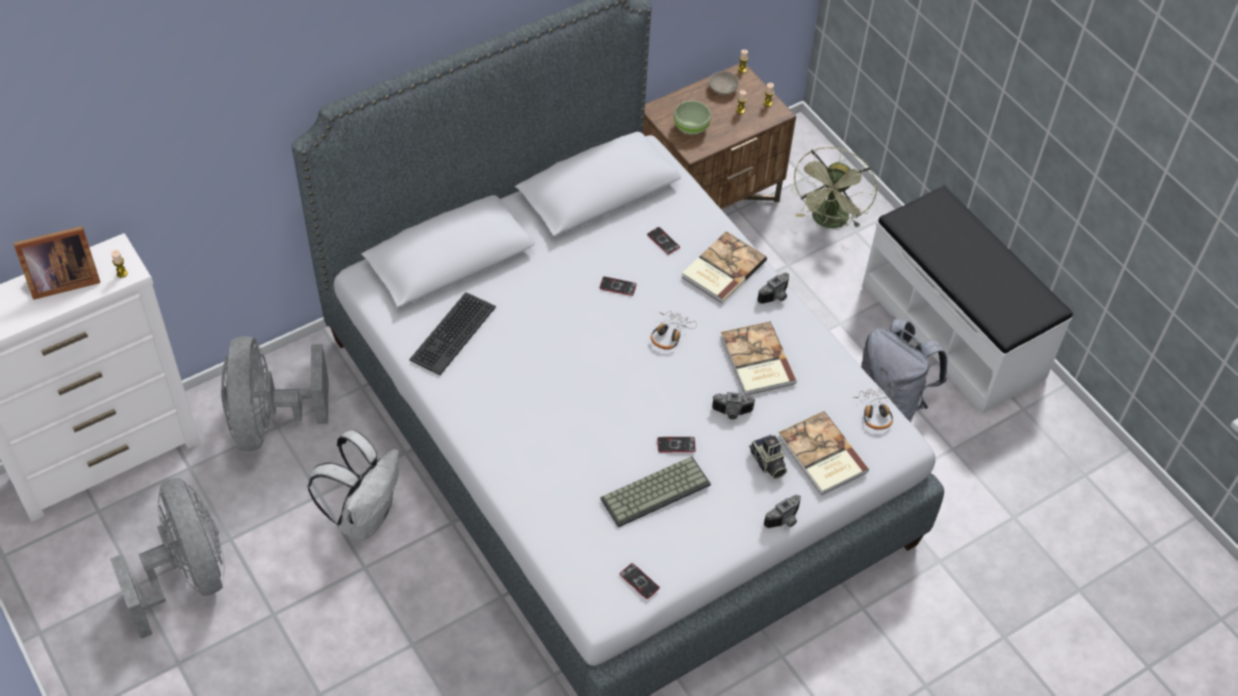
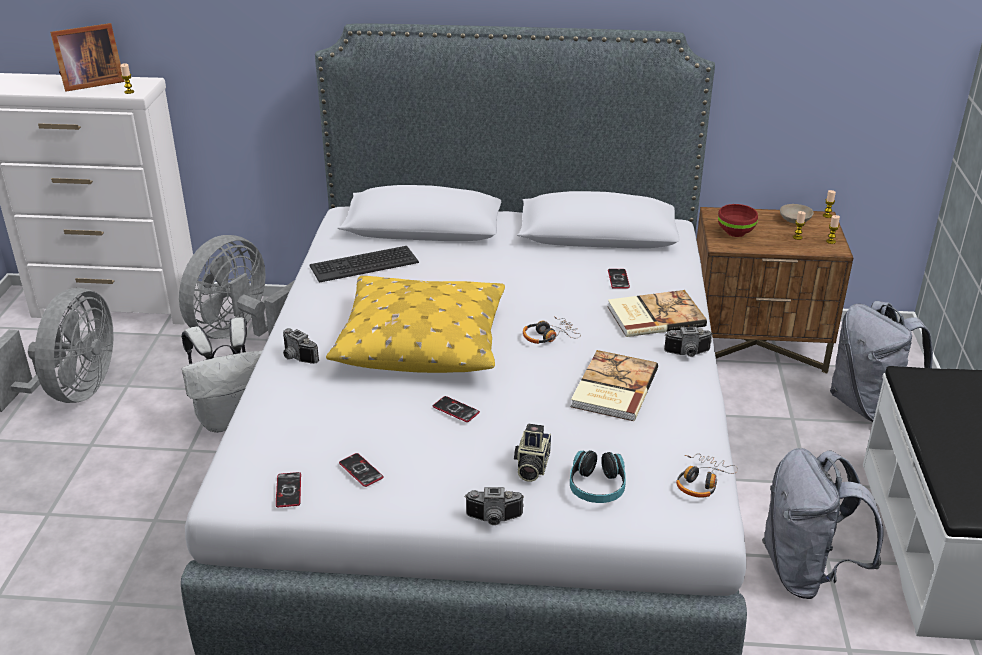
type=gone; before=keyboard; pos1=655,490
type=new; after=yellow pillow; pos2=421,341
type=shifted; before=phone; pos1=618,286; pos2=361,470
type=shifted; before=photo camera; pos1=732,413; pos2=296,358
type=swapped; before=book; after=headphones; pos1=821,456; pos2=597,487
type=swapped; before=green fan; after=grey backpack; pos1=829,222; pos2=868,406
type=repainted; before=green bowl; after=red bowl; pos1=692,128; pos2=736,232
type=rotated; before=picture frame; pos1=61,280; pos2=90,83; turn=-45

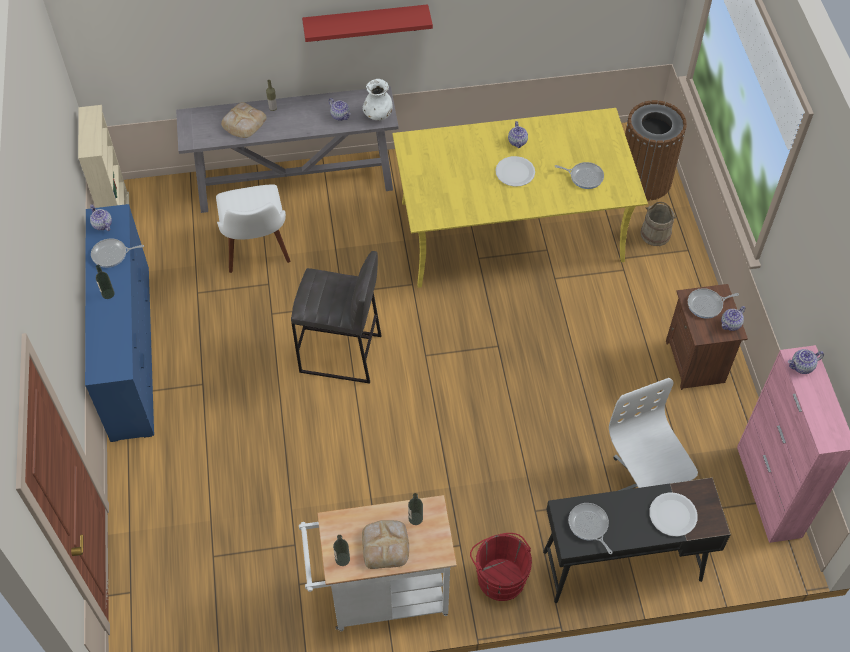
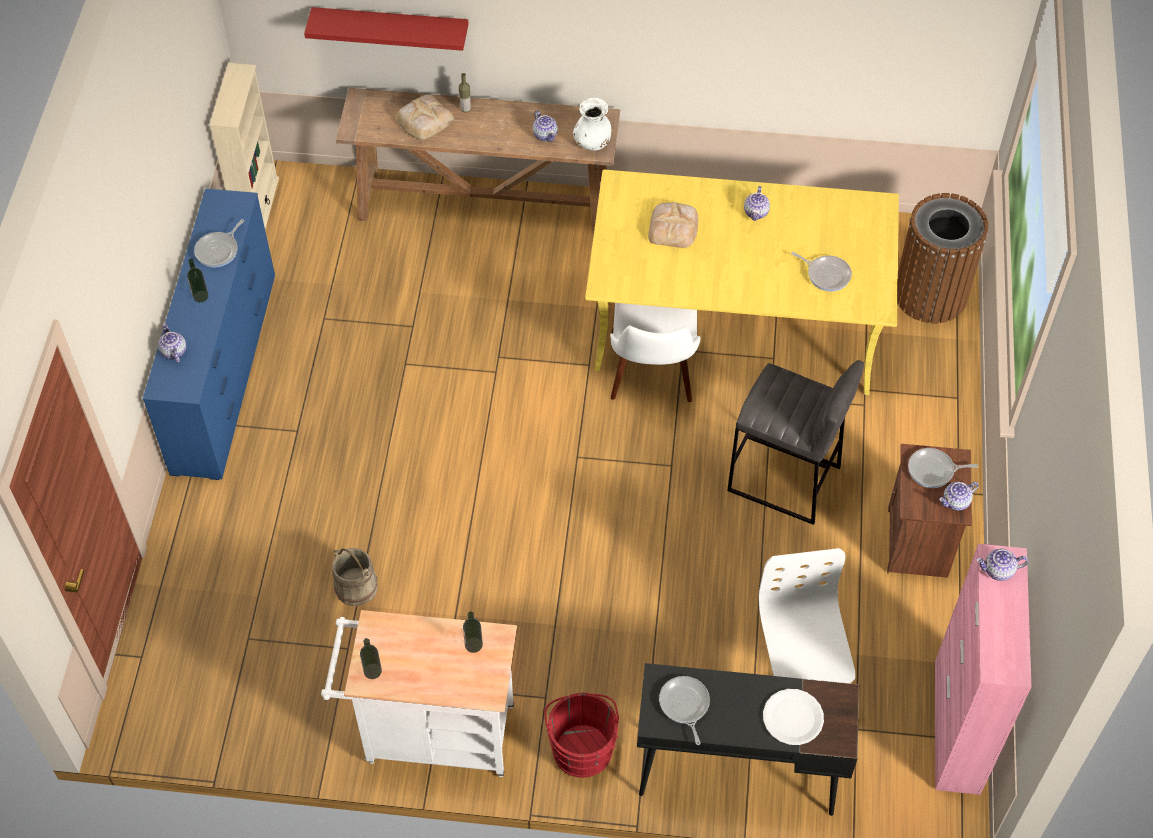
type=gone; before=white plate; pos1=515,172
type=shifted; before=teapot; pos1=102,224; pos2=173,351
type=shifted; before=white chair; pos1=257,252; pos2=652,379
type=shifted; before=grey stool; pos1=341,354; pos2=784,480
type=shifted; before=red shelf; pos1=366,23; pos2=391,27
type=shifted; before=bread; pos1=385,545; pos2=673,227
type=shifted; before=beige bucket; pos1=655,234; pos2=355,587
type=repainted; before=grey console table; after=brown console table; pos1=296,182; pos2=485,206
type=rotated; before=frying pan; pos1=112,255; pos2=219,250; turn=-60

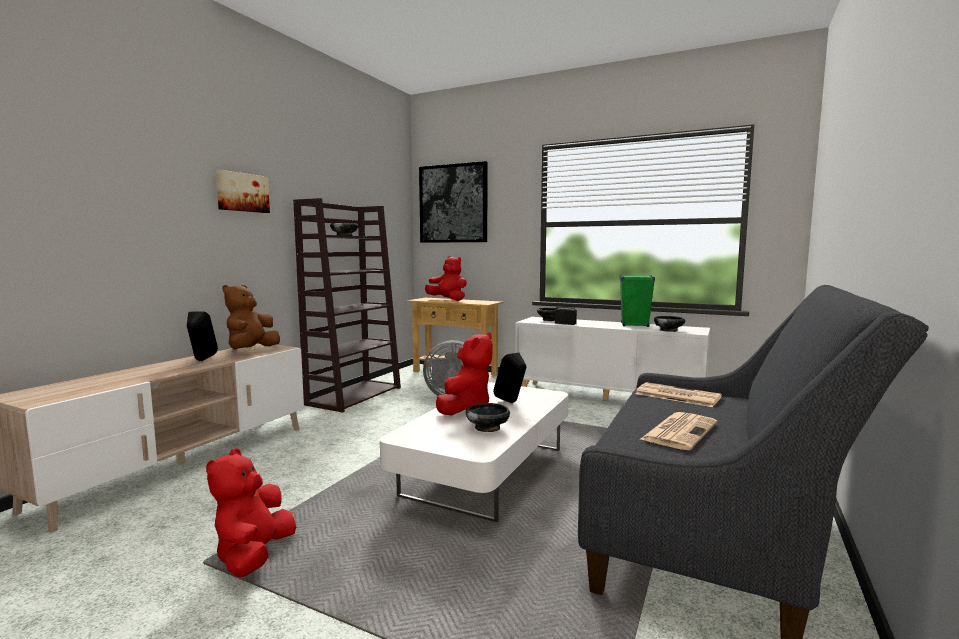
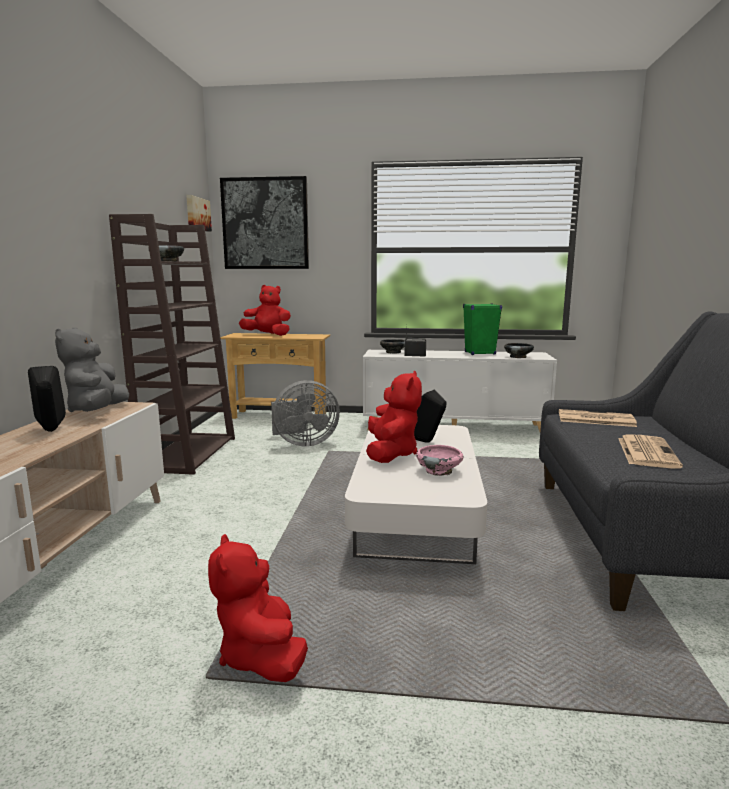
type=shifted; before=picture; pos1=242,192; pos2=197,214
type=repainted; before=brown plush toy; after=grey plush toy; pos1=251,350; pos2=97,411
type=repainted; before=black bowl; after=pink bowl; pos1=488,428; pos2=439,471

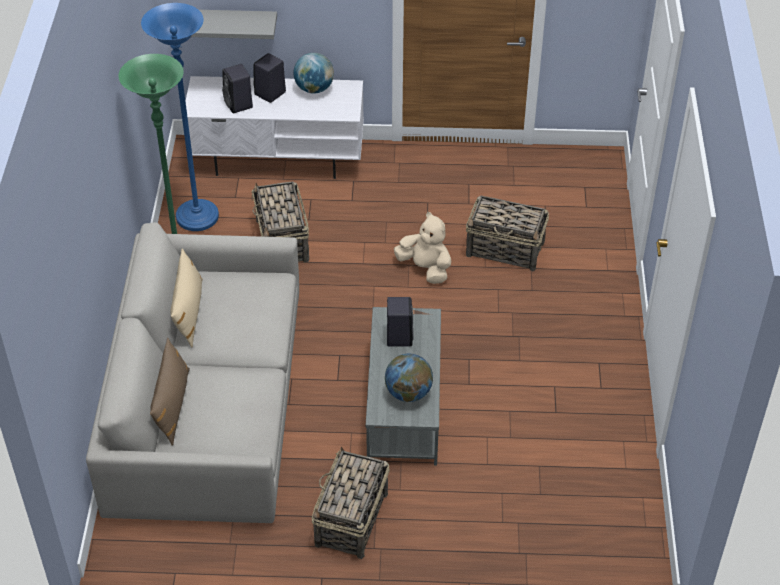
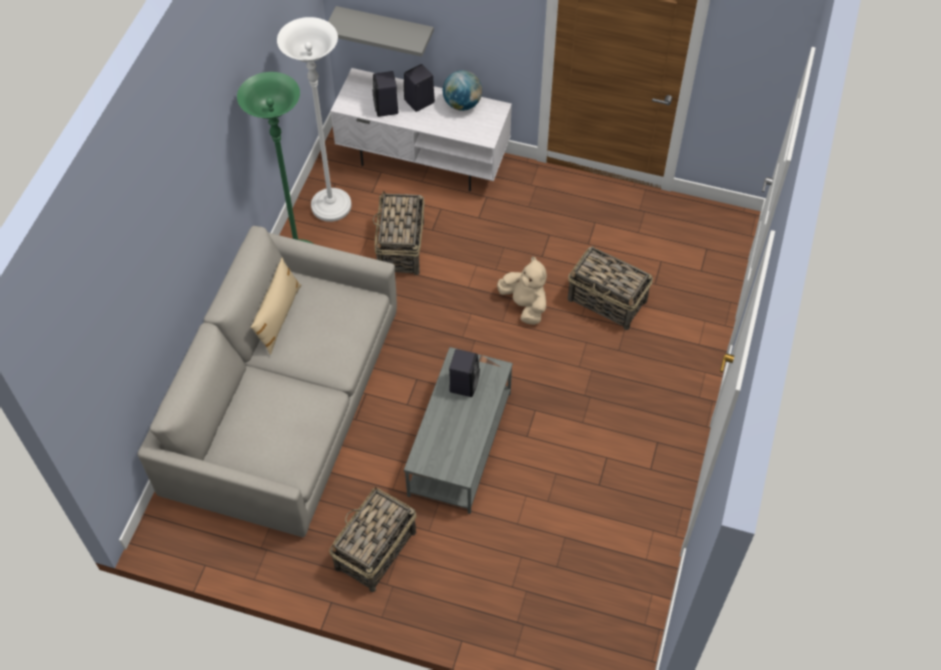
type=gone; before=brown pillow; pos1=172,405
type=gone; before=globe; pos1=408,393
type=repainted; before=blue floor lamp; after=white floor lamp; pos1=197,217; pos2=331,206

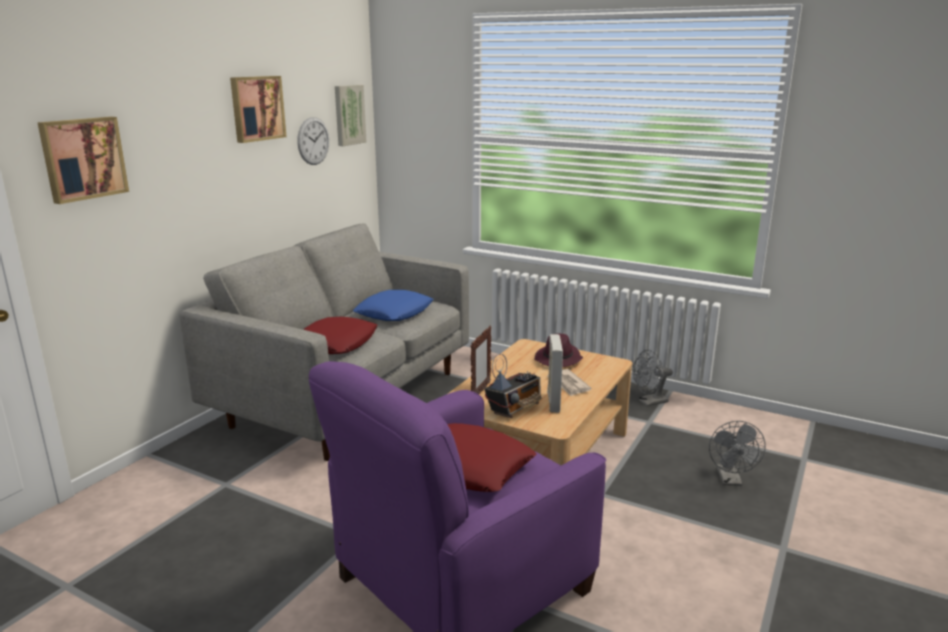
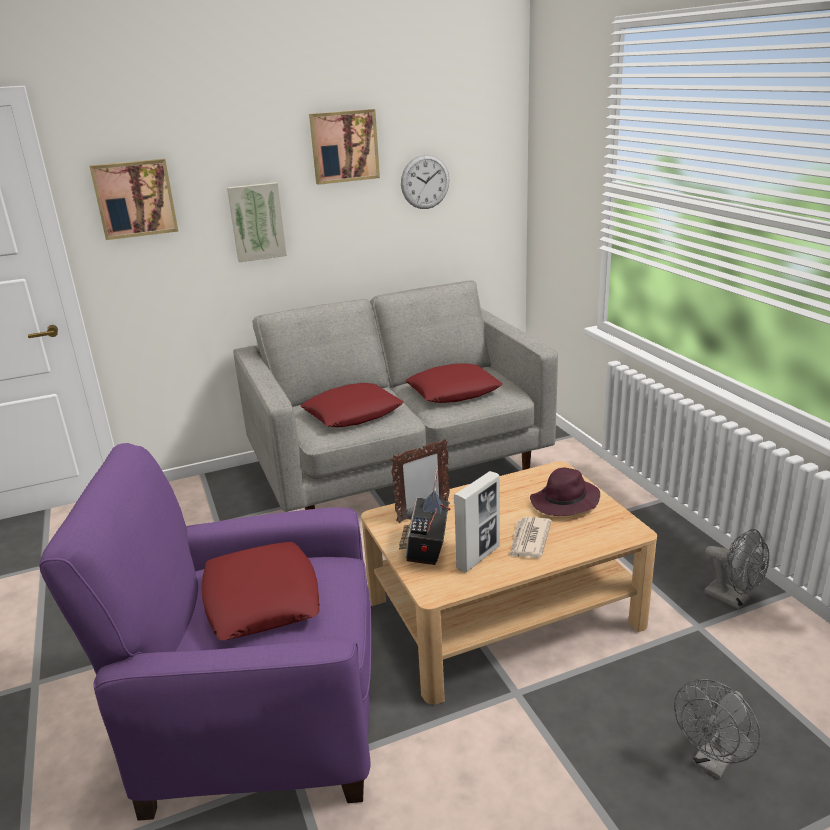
type=shifted; before=picture; pos1=348,115; pos2=256,221
type=repainted; before=blue pillow; after=red pillow; pos1=394,312; pos2=454,391
type=rotated; before=radio; pos1=514,409; pos2=427,548; turn=105
type=rotated; before=grey fan; pos1=649,402; pos2=733,599; turn=-150

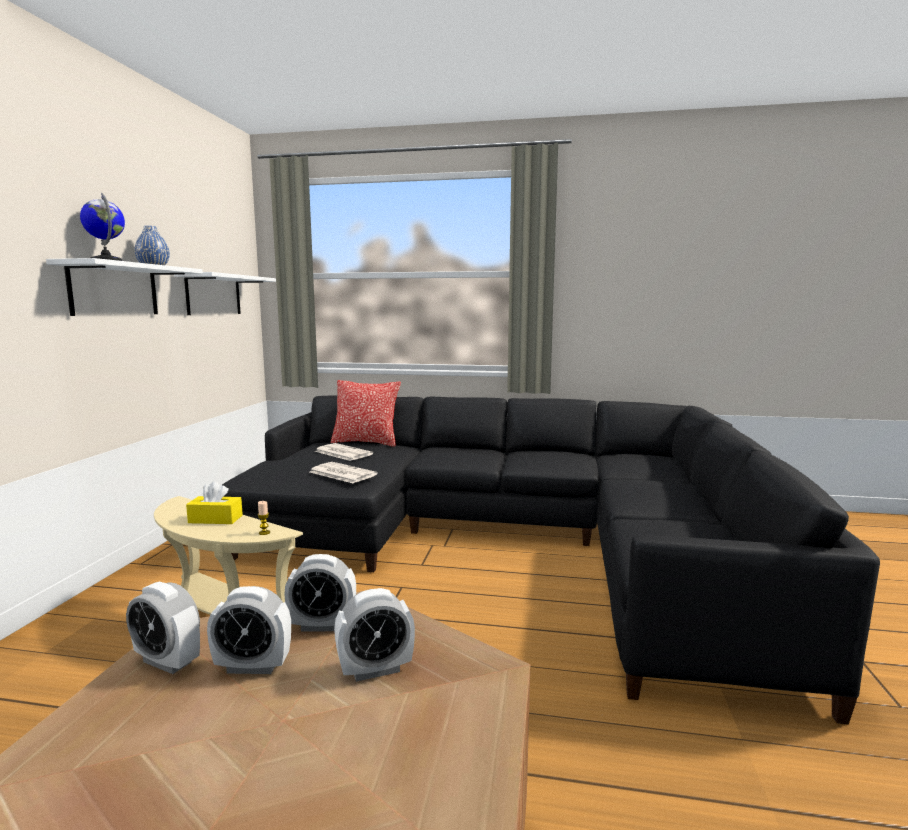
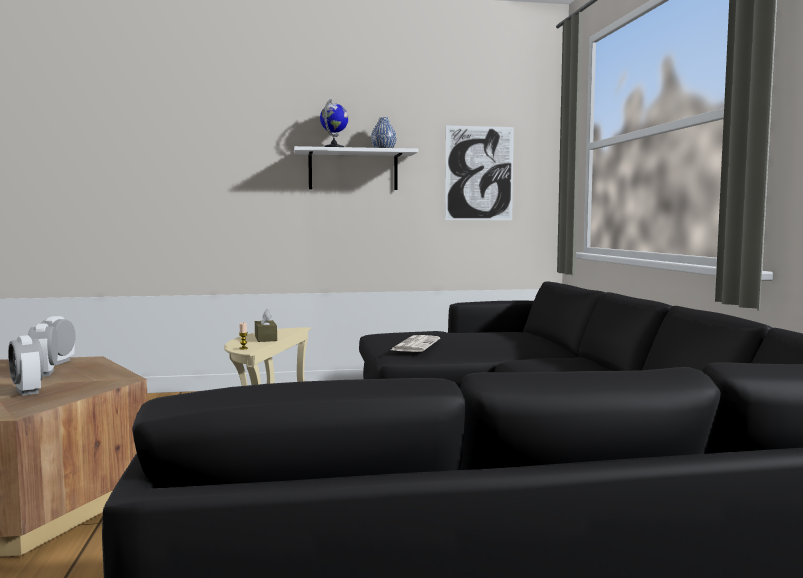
type=gone; before=alarm clock; pos1=322,625
type=gone; before=newspaper; pos1=342,453
type=gone; before=pillow; pos1=366,442
type=swapped; before=white shelf; after=picture; pos1=213,295; pos2=479,173
type=repainted; before=yellow tissue box; after=brown tissue box; pos1=215,519; pos2=265,338

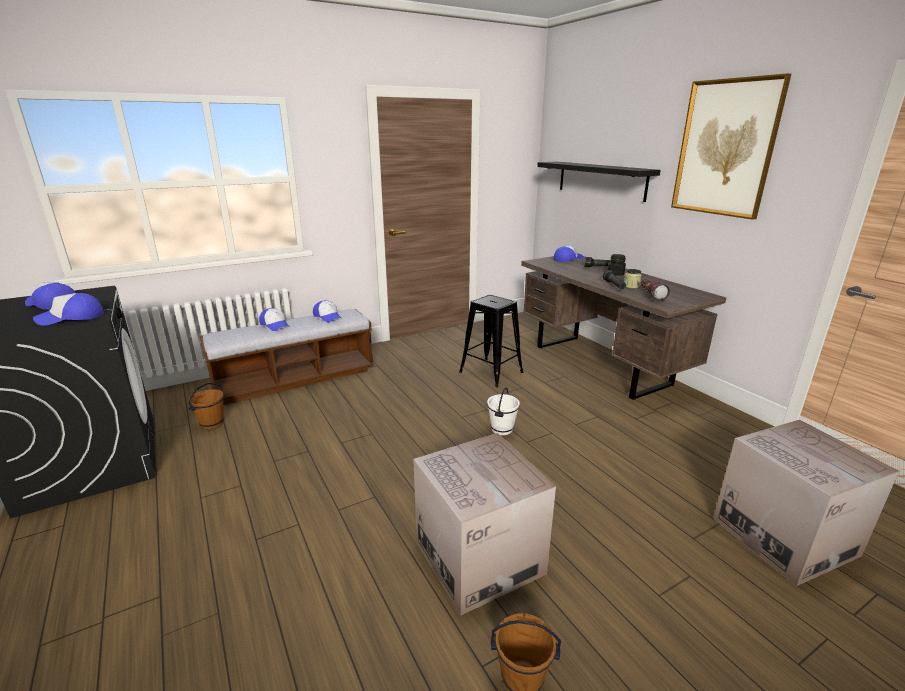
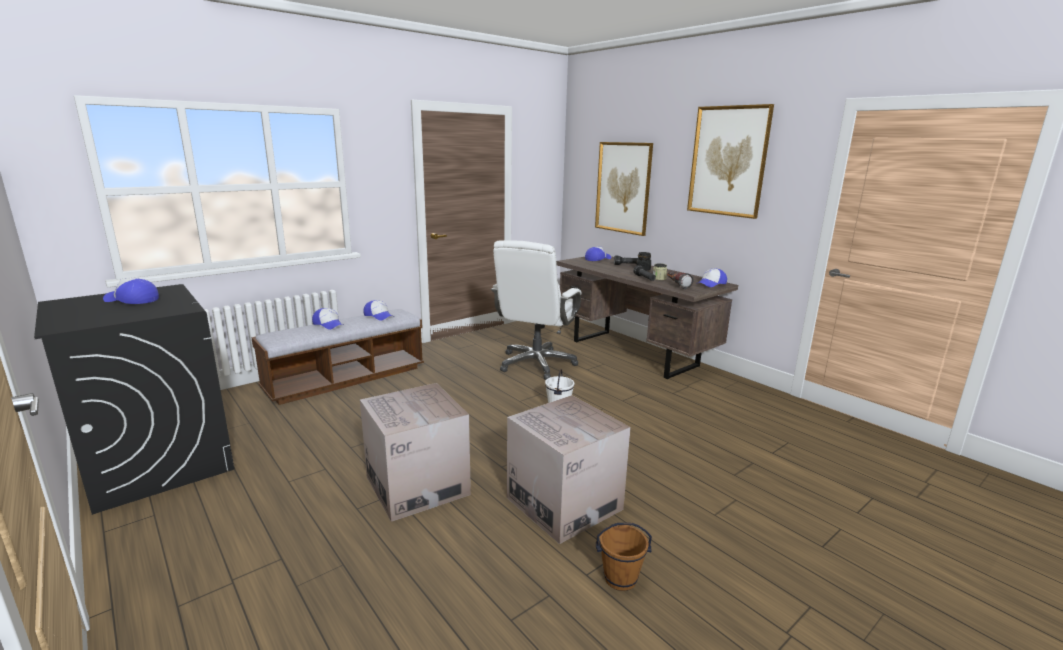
type=gone; before=brown bucket; pos1=212,423
type=shifted; before=cap; pos1=71,318; pos2=711,284
type=shifted; before=cardboard box; pos1=783,536; pos2=417,486
type=swapped; before=black stool; after=white office chair; pos1=491,372; pos2=536,364
type=swapped; before=black shelf; after=picture; pos1=601,180; pos2=623,187

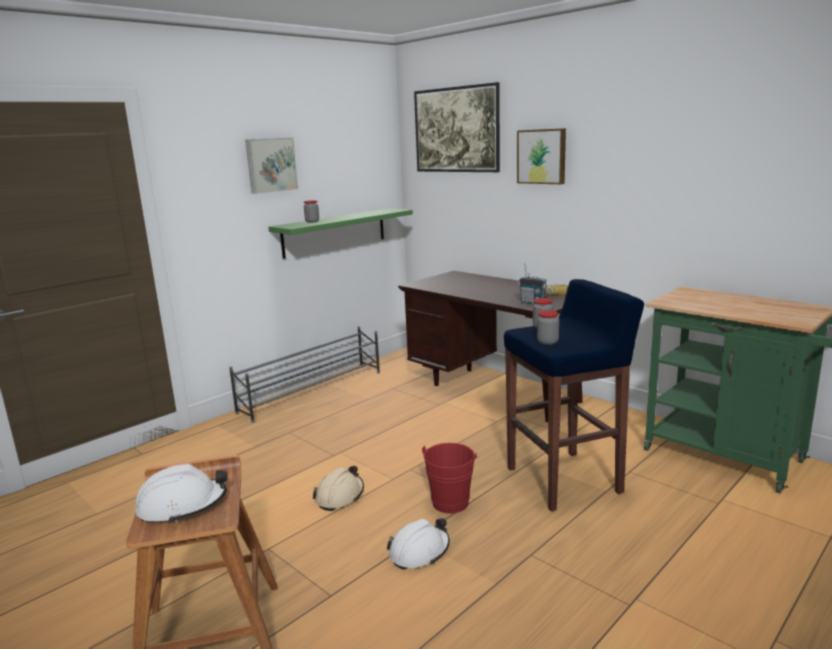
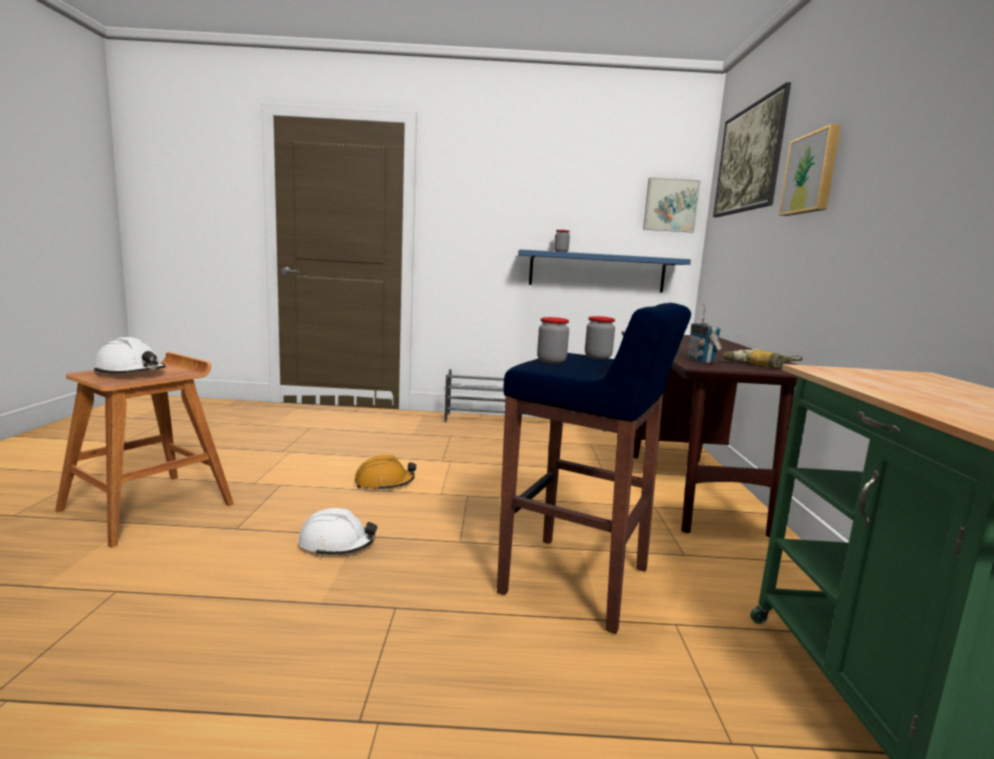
type=gone; before=red bucket; pos1=451,500
type=shifted; before=picture; pos1=270,165; pos2=670,205
type=repainted; before=green shelf; after=blue shelf; pos1=335,232; pos2=597,271
type=repainted; before=beige hard hat; after=orange hard hat; pos1=340,496; pos2=384,483

